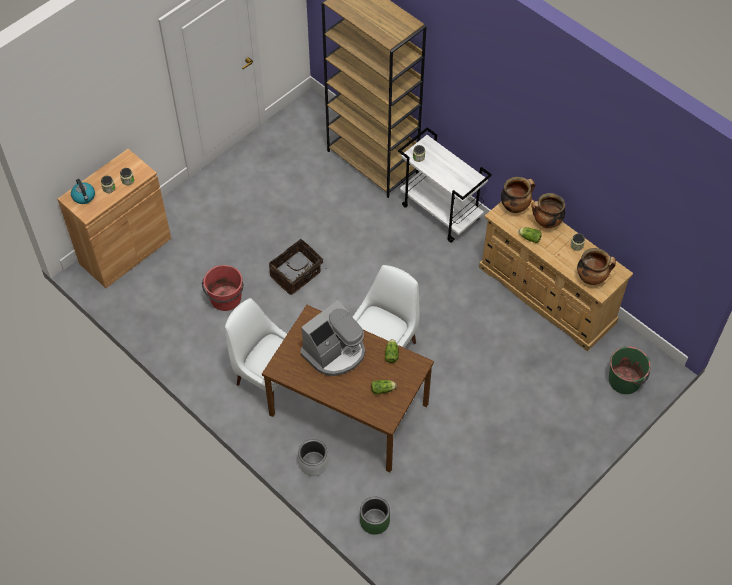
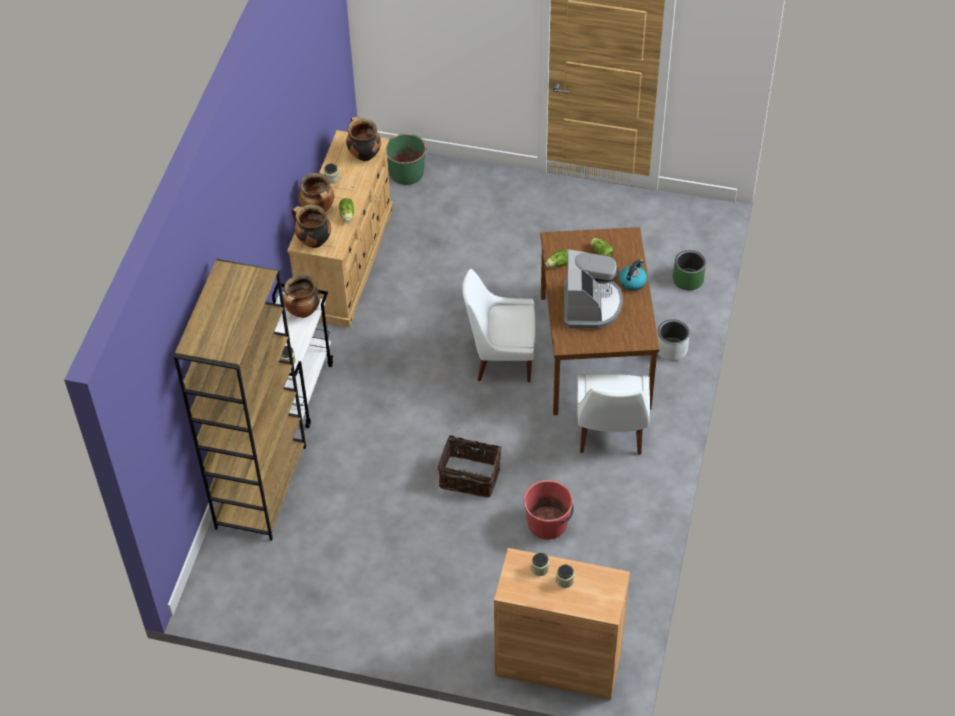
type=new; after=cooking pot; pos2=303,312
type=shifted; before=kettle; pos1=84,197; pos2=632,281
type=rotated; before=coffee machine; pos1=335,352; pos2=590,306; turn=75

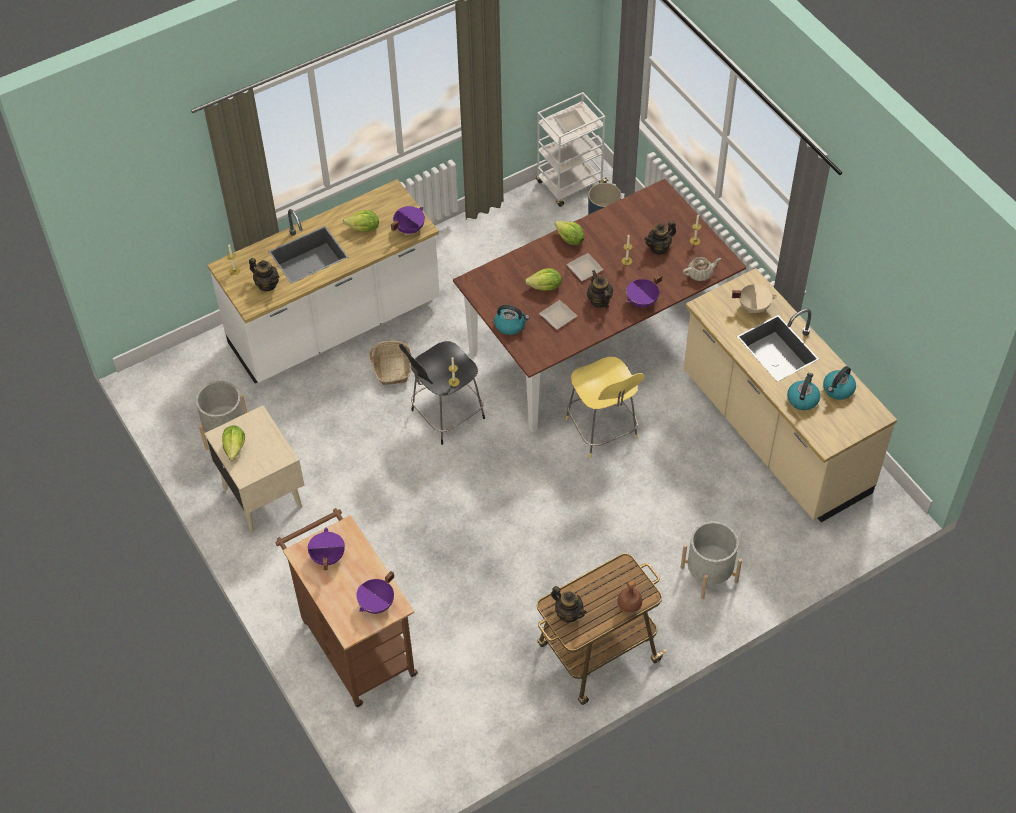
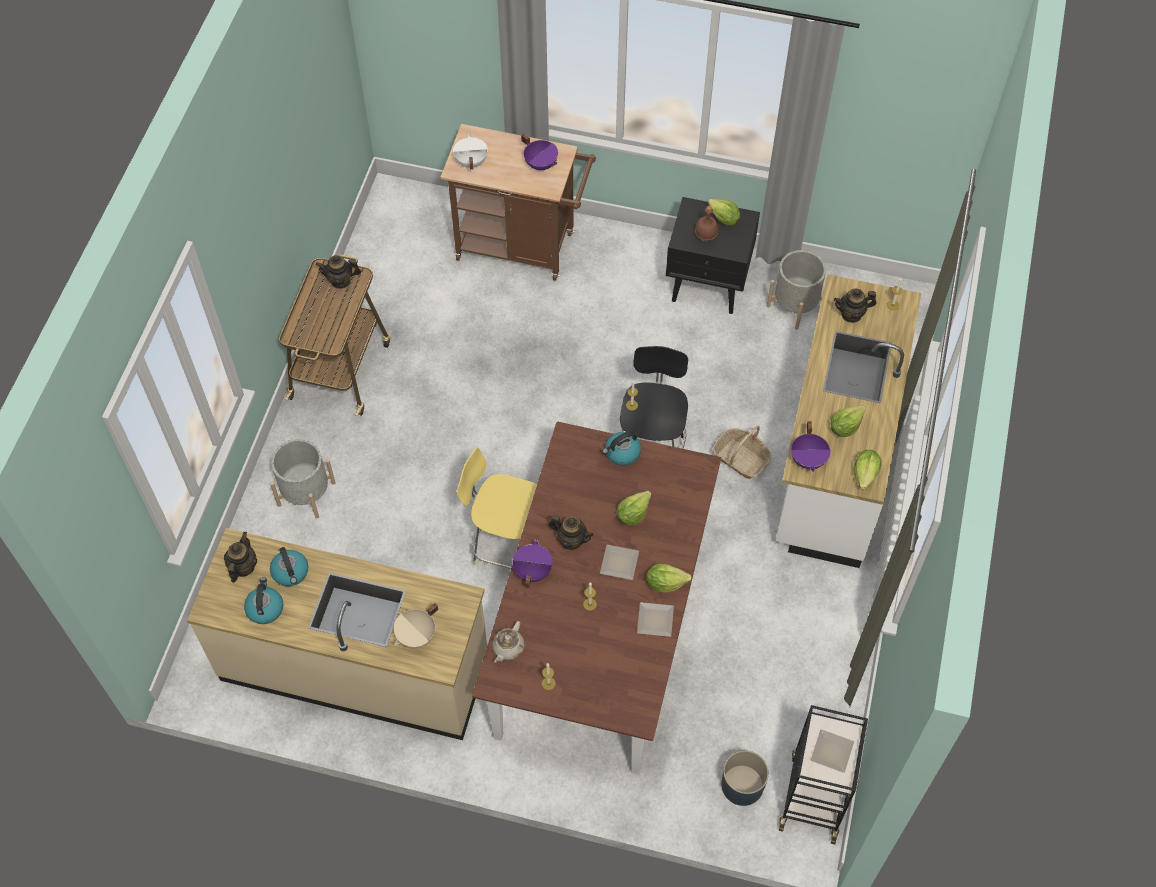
type=new; after=lettuce; pos2=865,474
type=shifted; before=plate; pos1=558,315; pos2=656,621
type=shifted; before=brown bottle; pos1=628,607; pos2=706,237
type=shifted; before=teapot; pos1=659,248; pos2=243,567
type=repainted; before=beige nightstand; after=black nightstand; pos1=262,496; pos2=709,285
type=repainted; before=purple cooking pot; after=white cooking pot; pos1=377,604; pos2=470,162
type=repainted; before=white cart; after=black cart; pos1=570,184; pos2=813,795

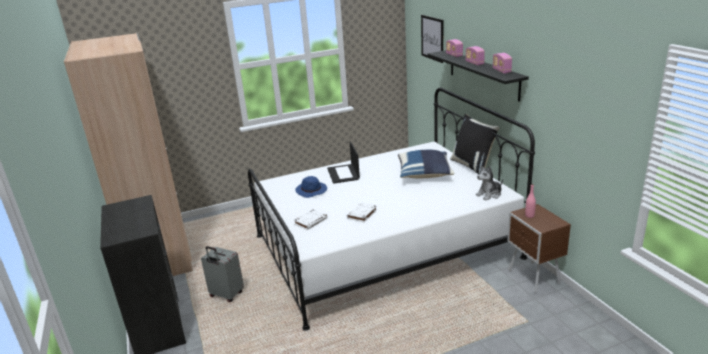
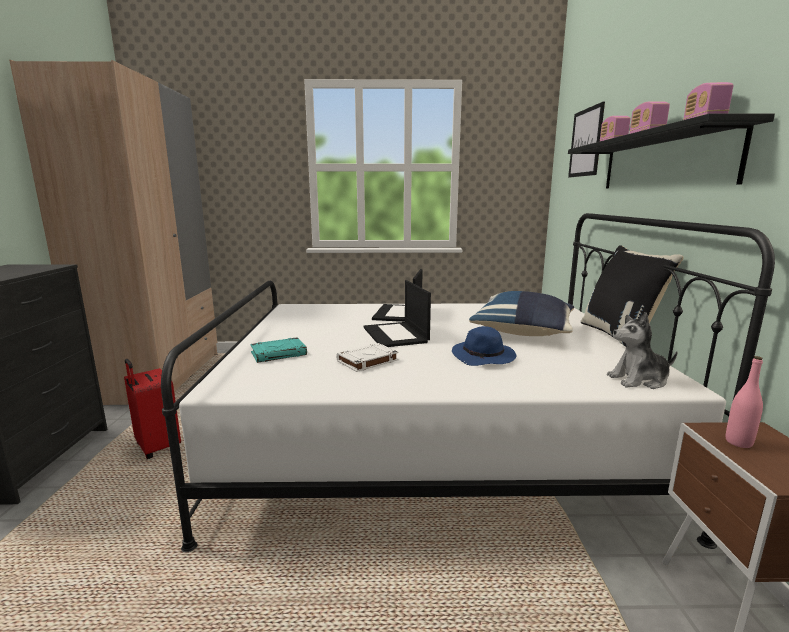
type=new; after=laptop; pos2=396,335
type=shifted; before=blue hat; pos1=312,191; pos2=484,357
type=repainted; before=grey suitcase; after=red suitcase; pos1=226,295; pos2=156,447
type=repainted; before=white book; after=turquoise book; pos1=311,221; pos2=279,353

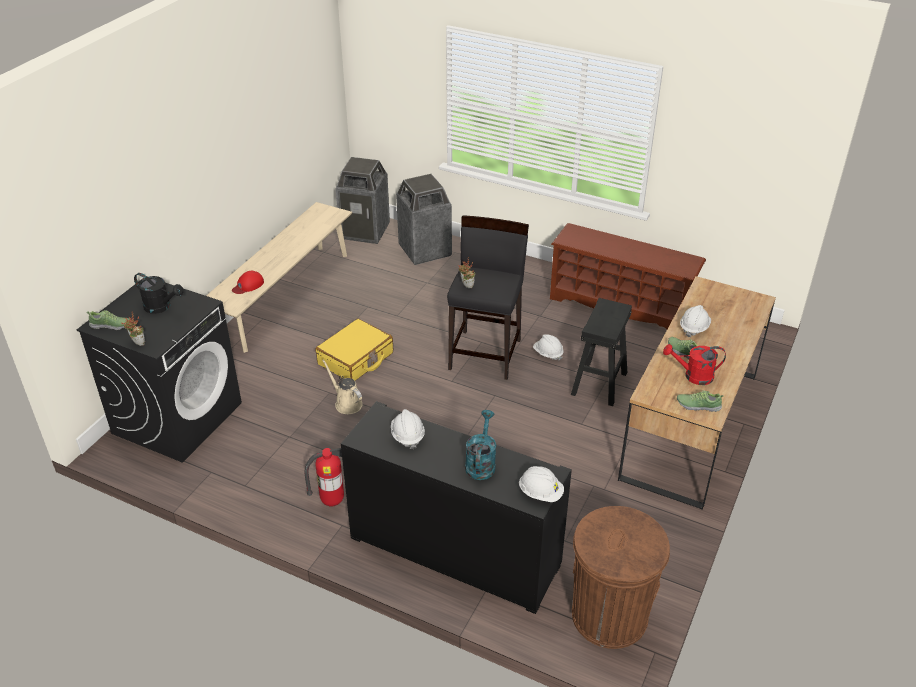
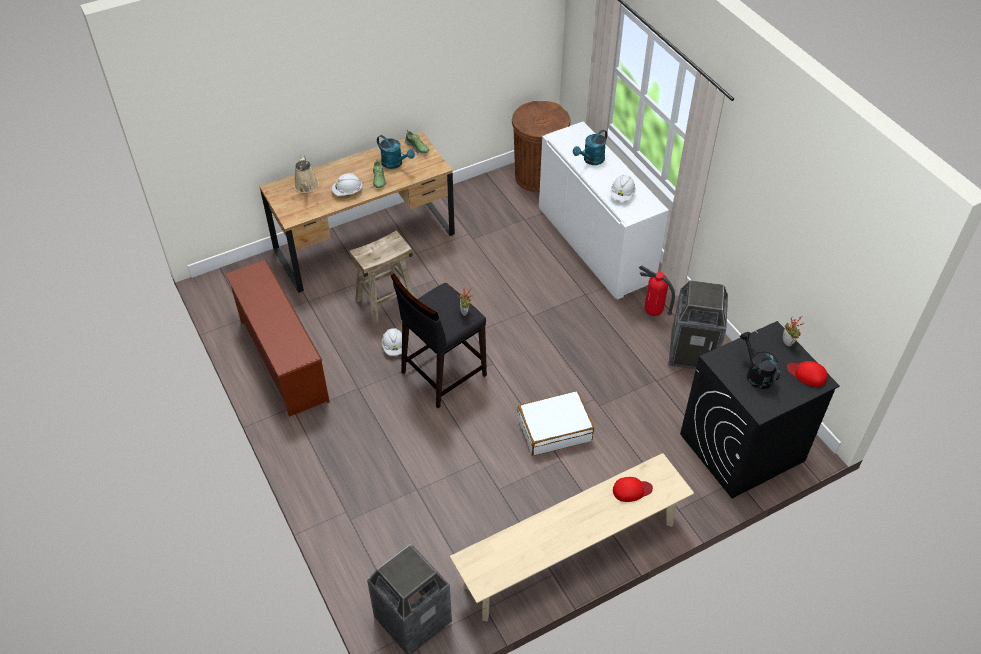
type=gone; before=white hard hat; pos1=540,493
type=shifted; before=beige watering can; pos1=346,403; pos2=306,186
type=shifted; before=trash can; pos1=424,250; pos2=693,352
type=swapped; before=shoe; after=red cap; pos1=111,325; pos2=807,374
type=repainted; before=yellow suitcase; after=white suitcase; pos1=356,359; pos2=554,429
type=repainted; before=black cabinet; after=white cabinet; pos1=454,551; pos2=595,245
type=repainted; before=black stool; after=beige stool; pos1=599,383; pos2=386,302
type=repainted; before=red watering can; after=turquoise watering can; pos1=693,376; pos2=395,164

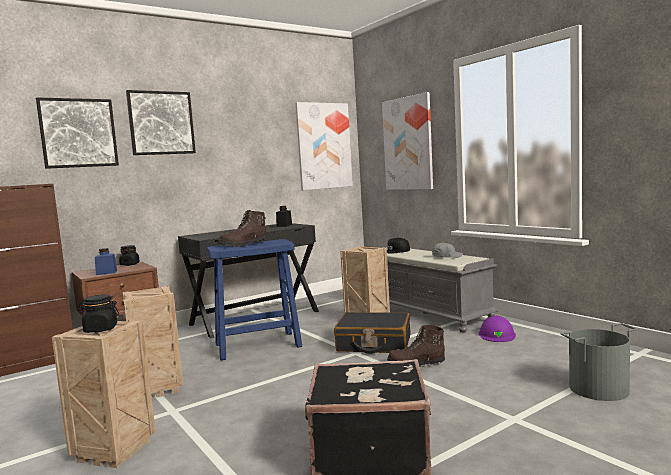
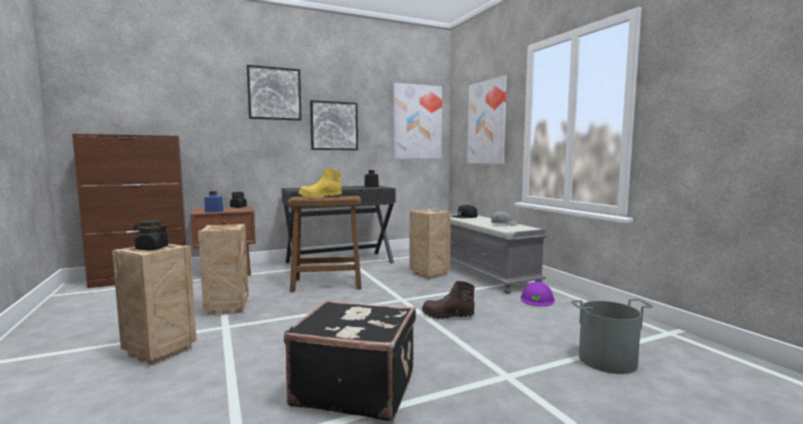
type=gone; before=black suitcase; pos1=374,344
type=shifted; before=picture; pos1=78,133; pos2=334,126
type=repainted; before=blue stool; after=brown stool; pos1=257,345; pos2=326,284
type=repainted; before=brown boot; after=yellow boot; pos1=243,245; pos2=320,197

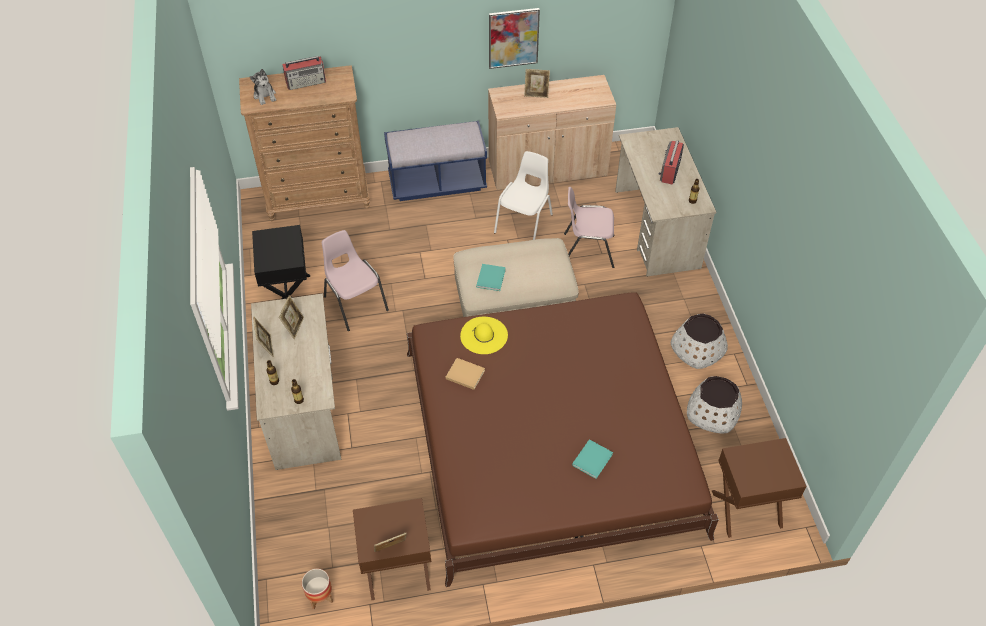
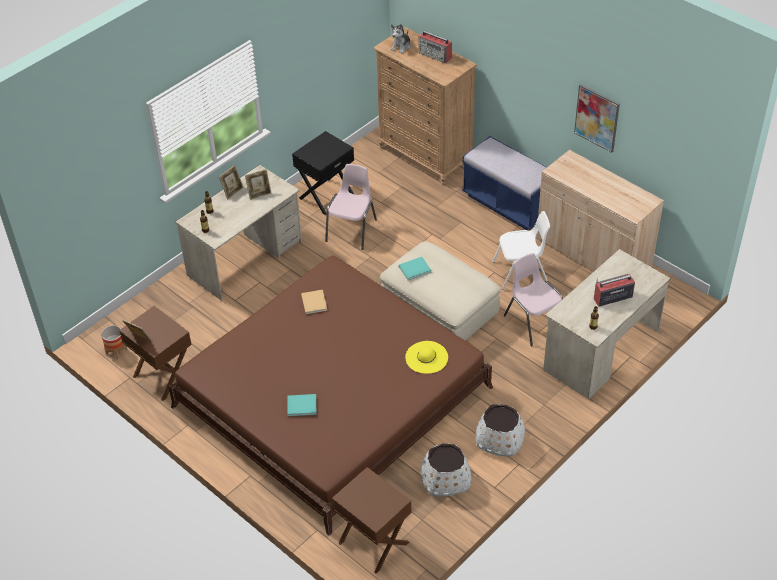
type=gone; before=picture frame; pos1=536,94
type=shifted; before=yellow hat; pos1=484,335; pos2=426,357

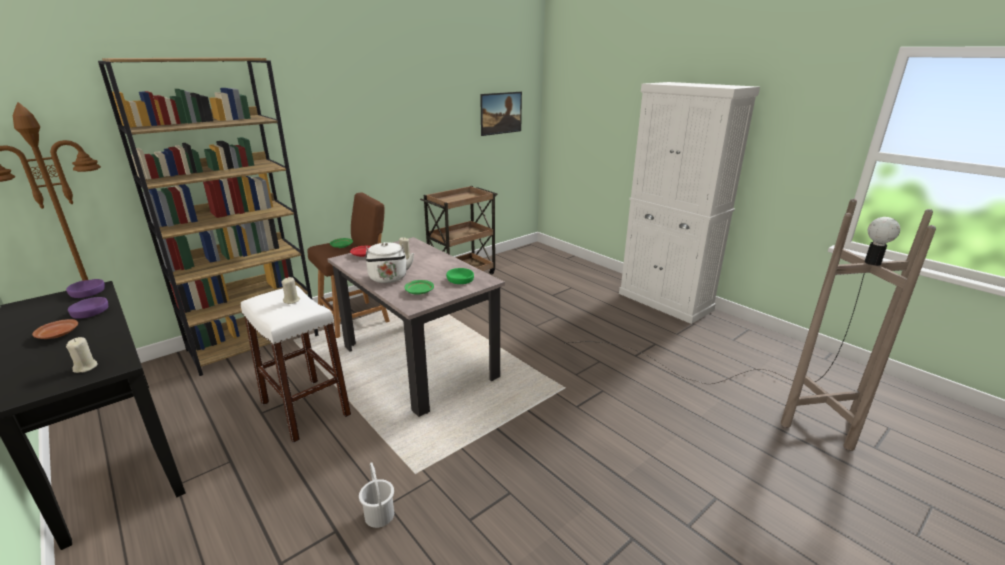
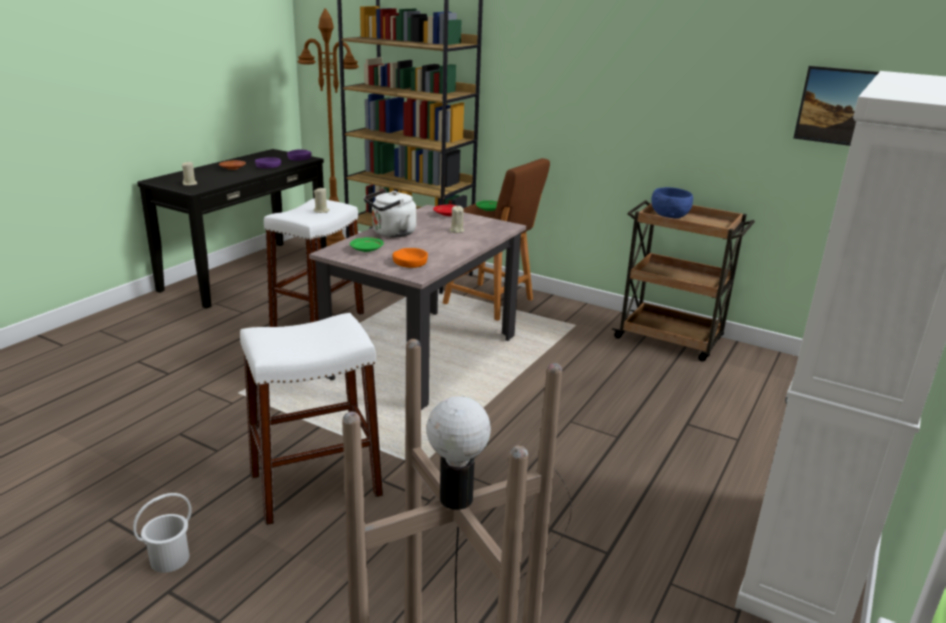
type=new; after=white stool; pos2=315,485
type=new; after=blue bowl; pos2=669,216
type=shifted; before=white bucket; pos1=379,515; pos2=169,559
type=repainted; before=green bowl; after=orange bowl; pos1=460,280; pos2=410,262

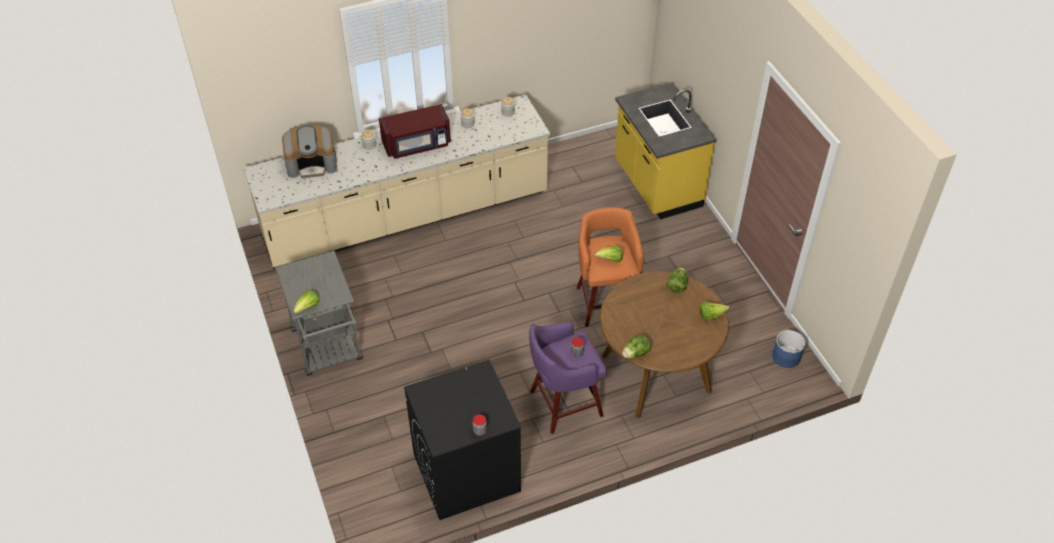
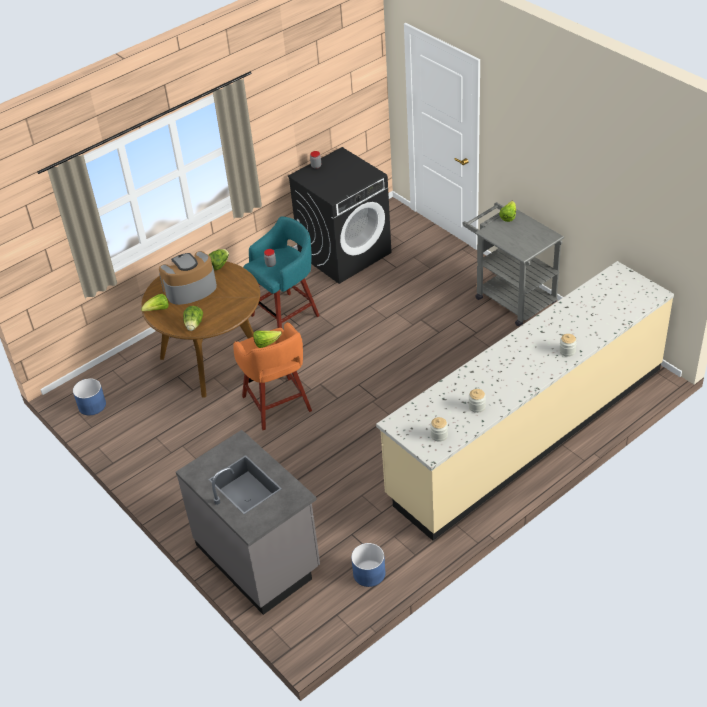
type=gone; before=red microwave; pos1=417,145
type=new; after=blue planter; pos2=369,573
type=shifted; before=coffee machine; pos1=312,164; pos2=190,289
type=repainted; before=purple stool; after=turquoise stool; pos1=563,404; pos2=287,314
type=repainted; before=yellow counter; after=grey counter; pos1=656,185; pos2=259,557

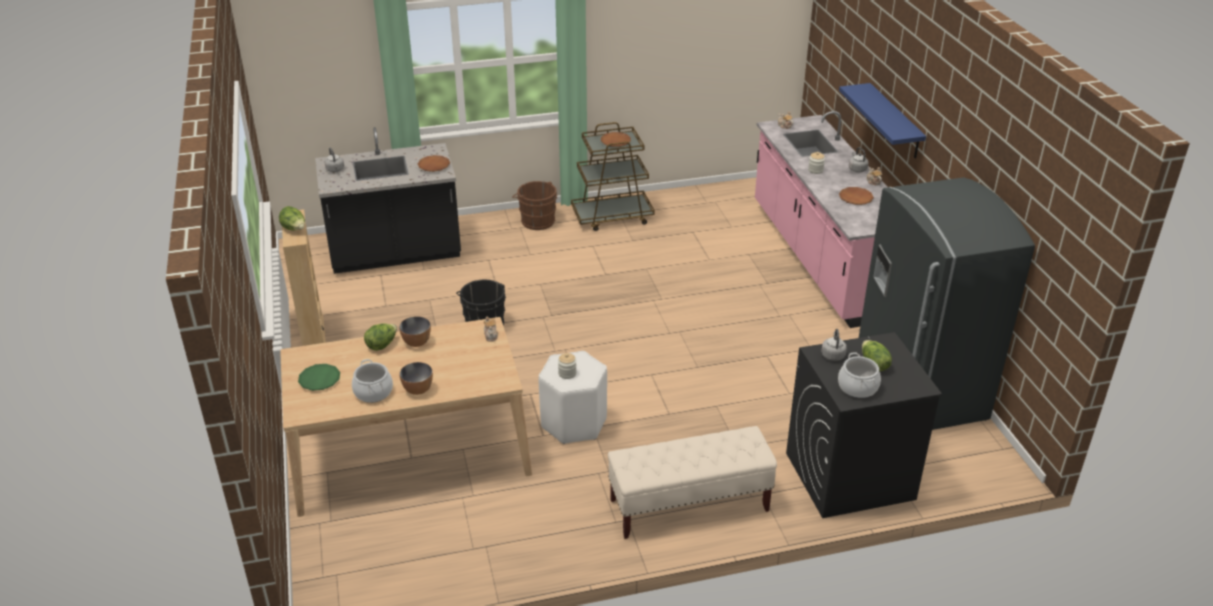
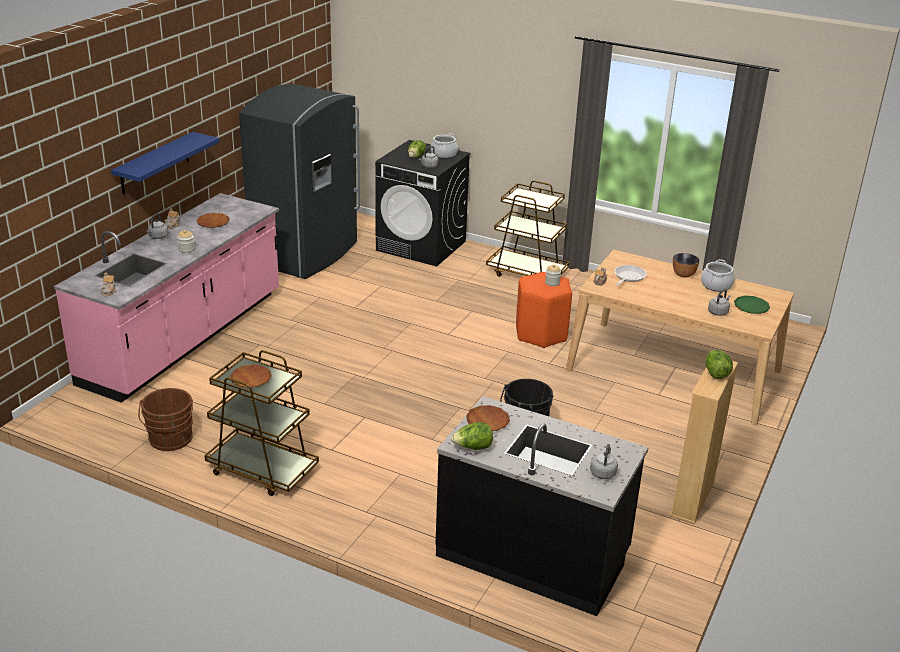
type=gone; before=bowl; pos1=416,343
type=new; after=frying pan; pos2=628,277
type=new; after=grey kettle; pos2=718,312
type=shifted; before=lettuce; pos1=382,345; pos2=472,448
type=shifted; before=brown bucket; pos1=536,221; pos2=170,440
type=swapped; before=beige bench; after=brown cart; pos1=688,506; pos2=527,273
type=repainted; before=white stool; after=orange stool; pos1=574,424; pos2=541,334

